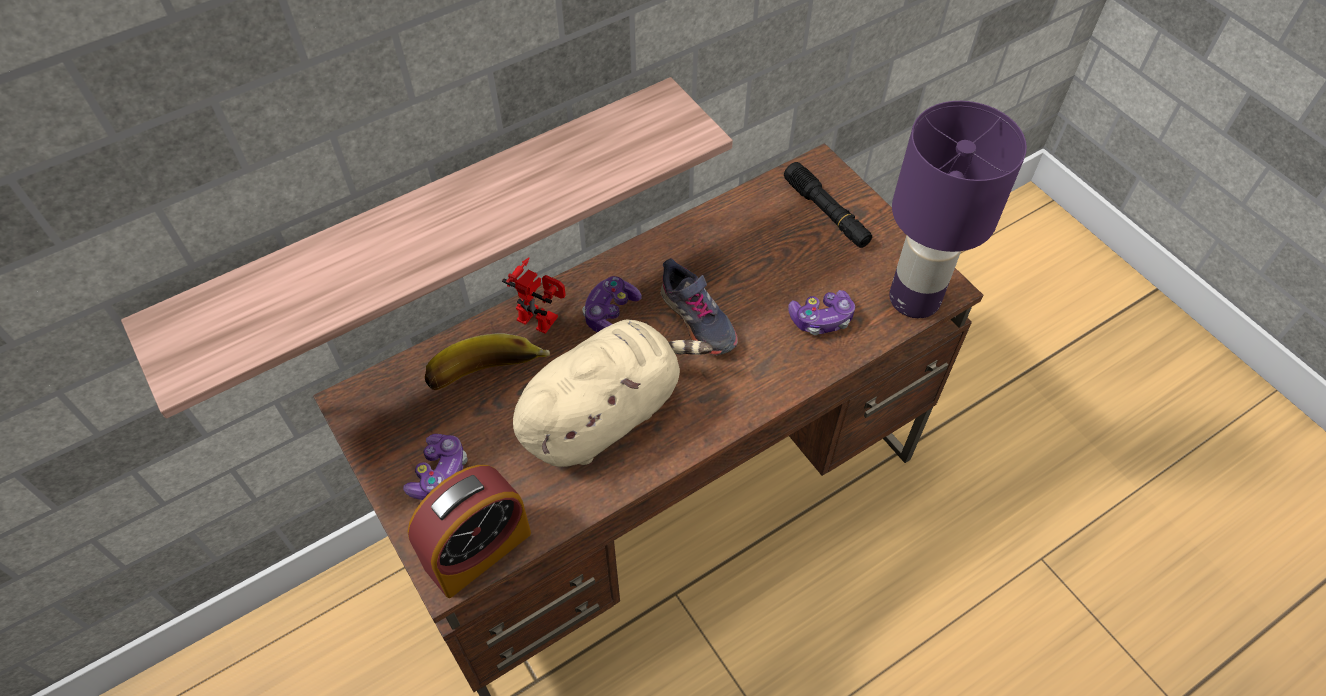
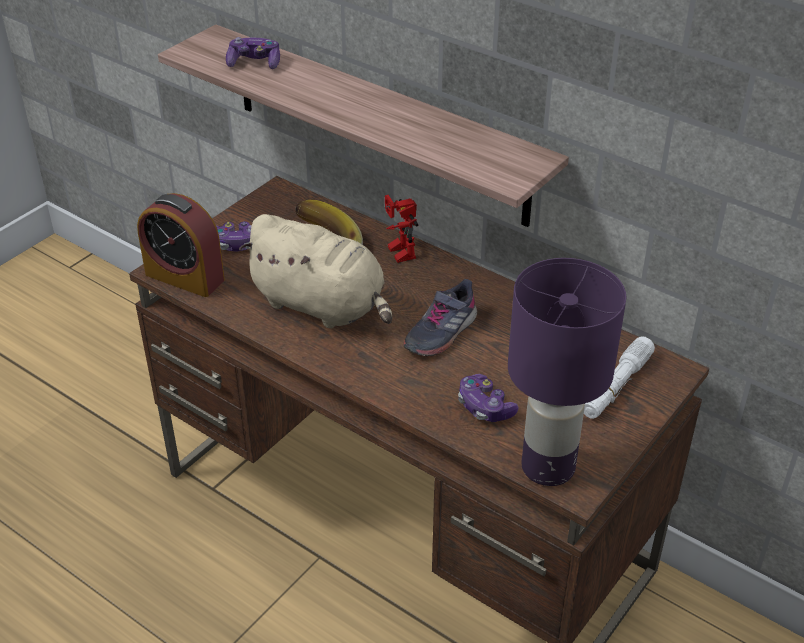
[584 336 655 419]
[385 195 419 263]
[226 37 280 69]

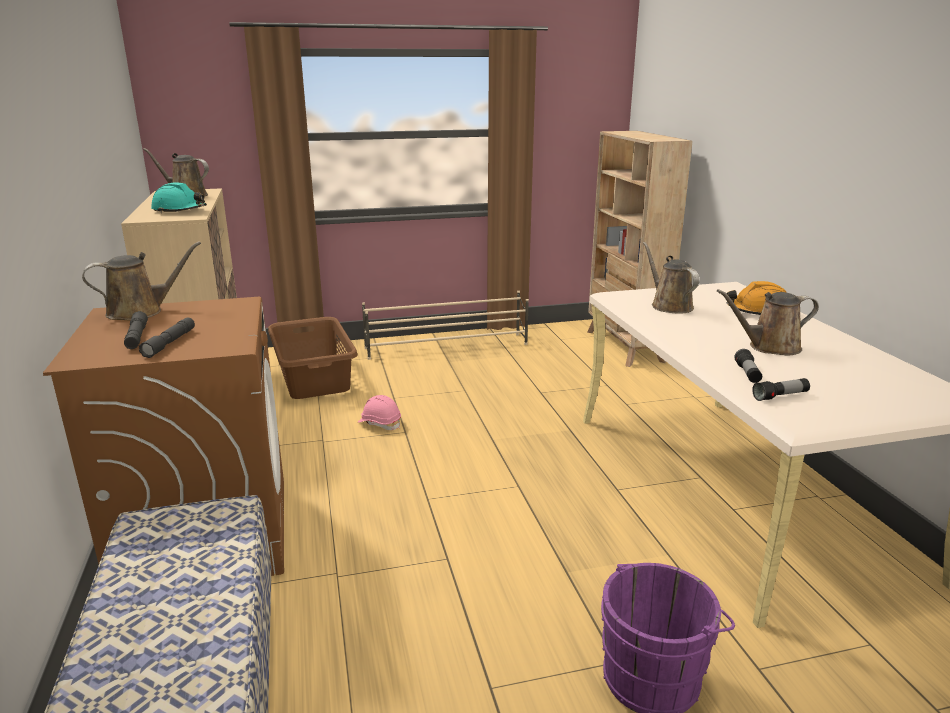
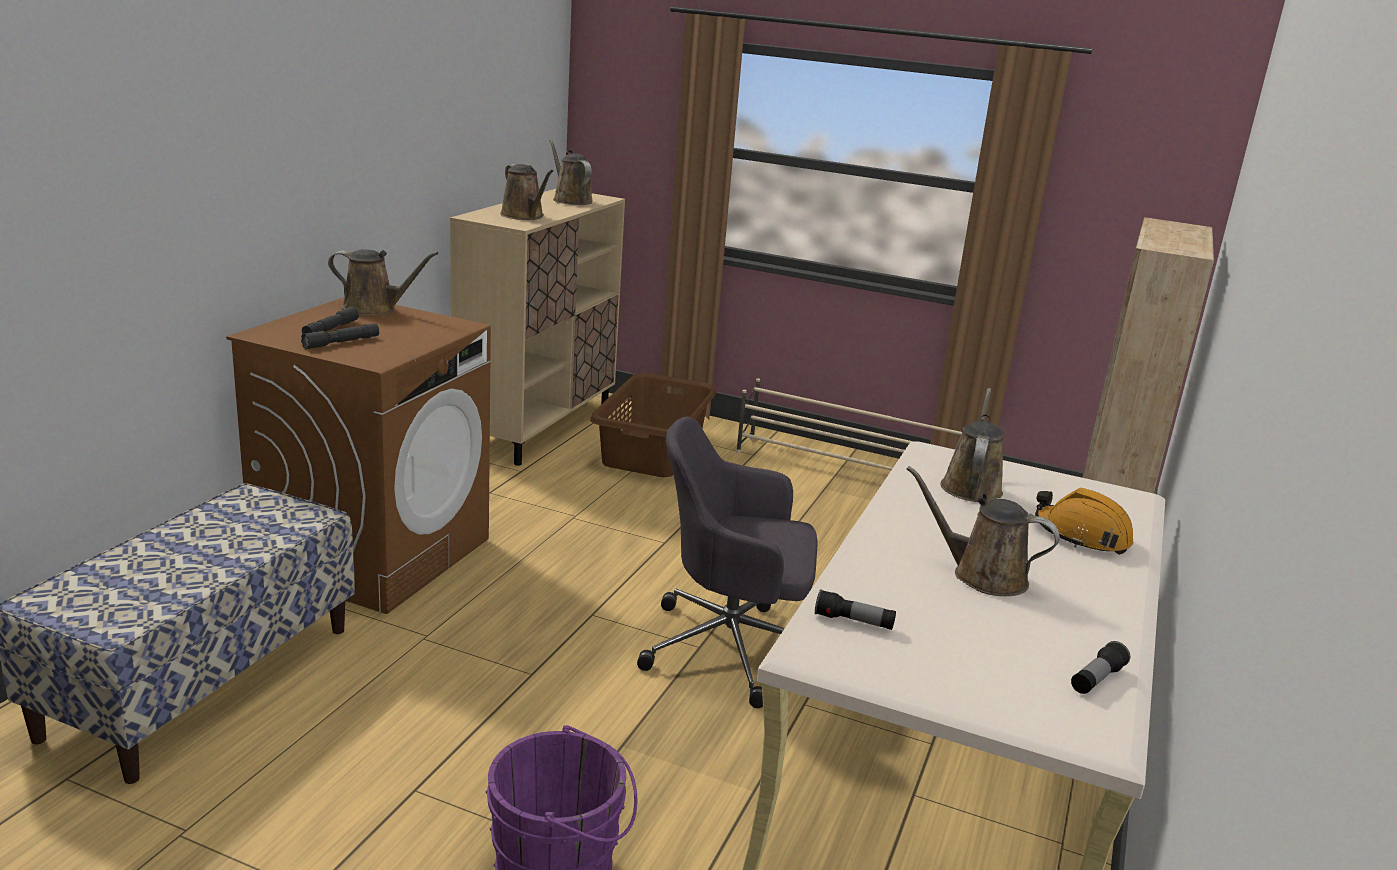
[500 164 553 220]
[1071 641 1130 694]
[358 395 401 430] (first image)
[637 417 818 708]

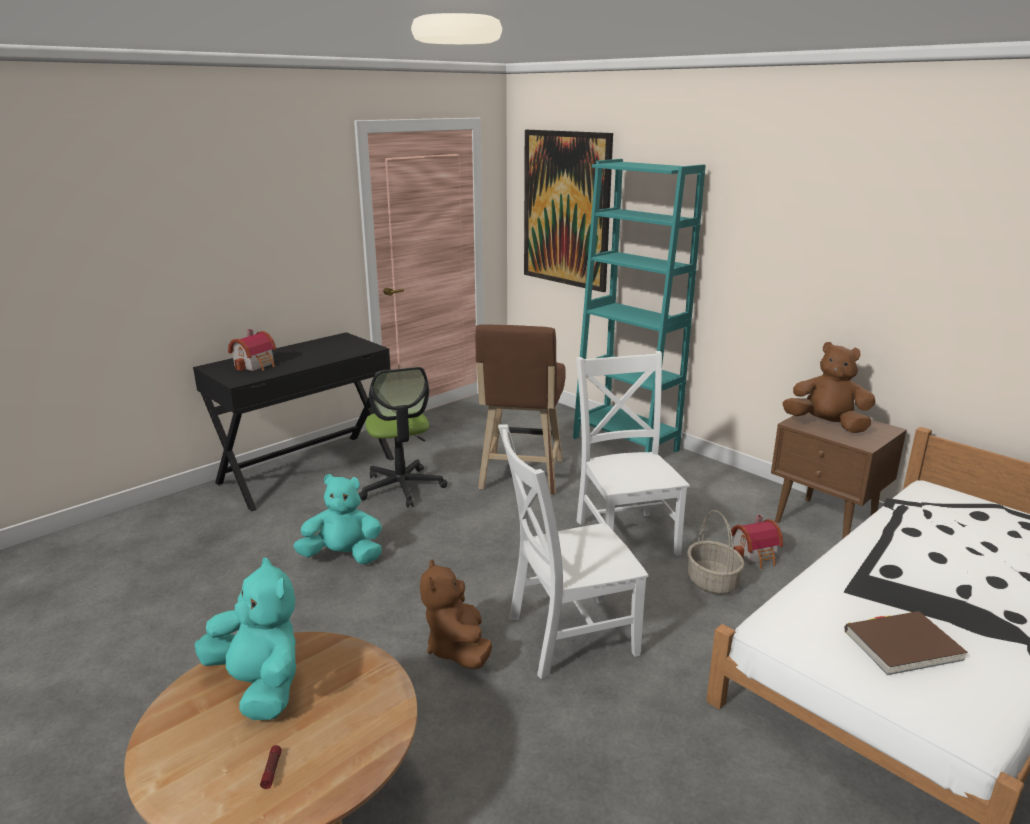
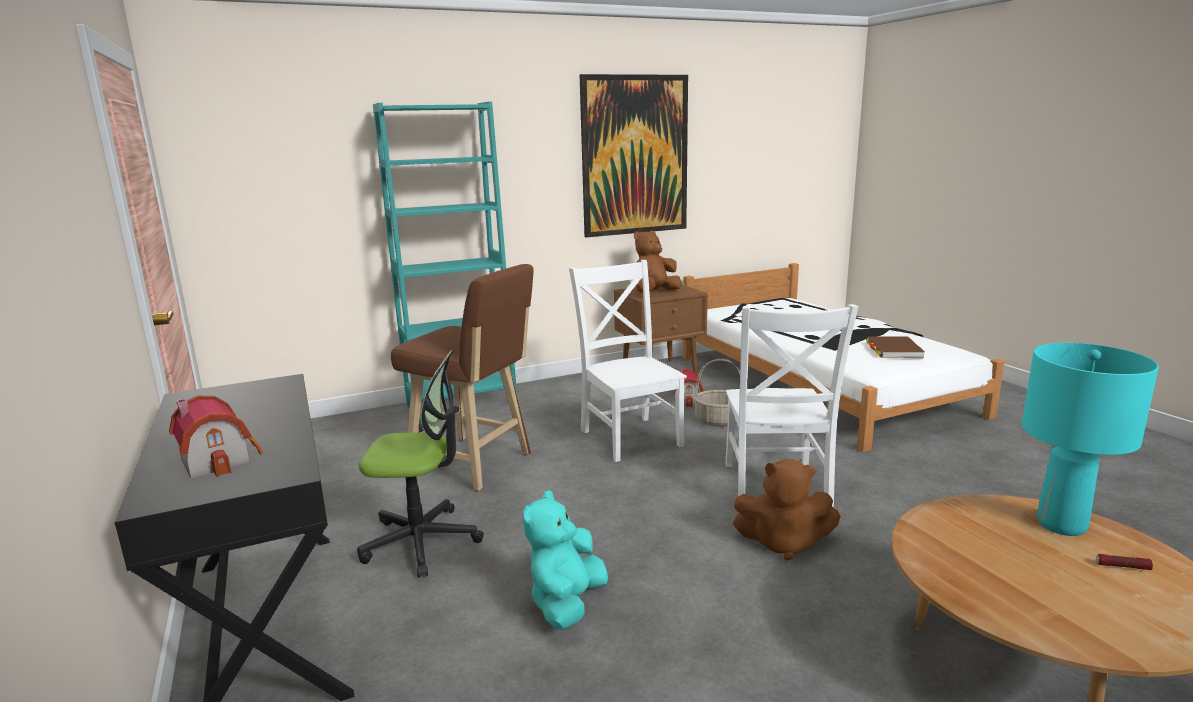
[580 74 688 238]
[569 260 687 462]
[195 557 296 720] (first image)
[1022 343 1159 536]

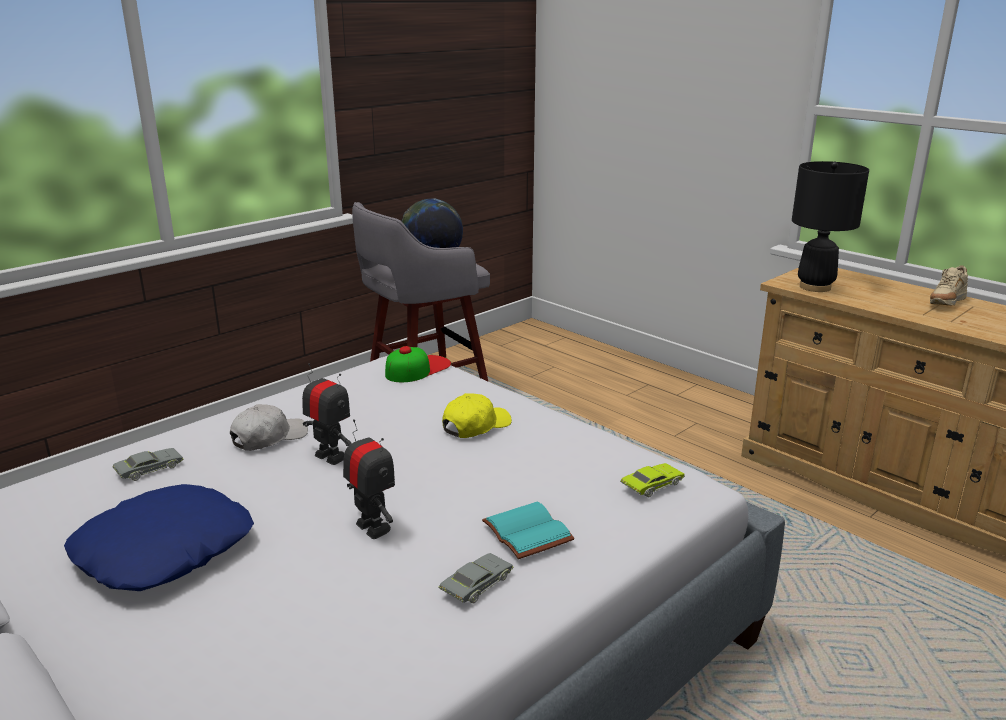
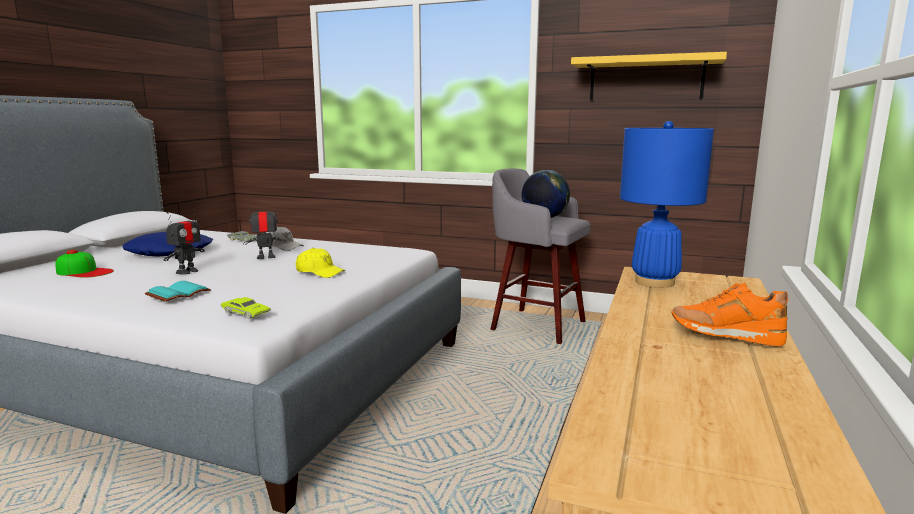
[620 121 714 288]
[671 283 788 347]
[55 250 114 278]
[243 201 286 259]
[439 553 514 603] (first image)
[571 52 727 100]

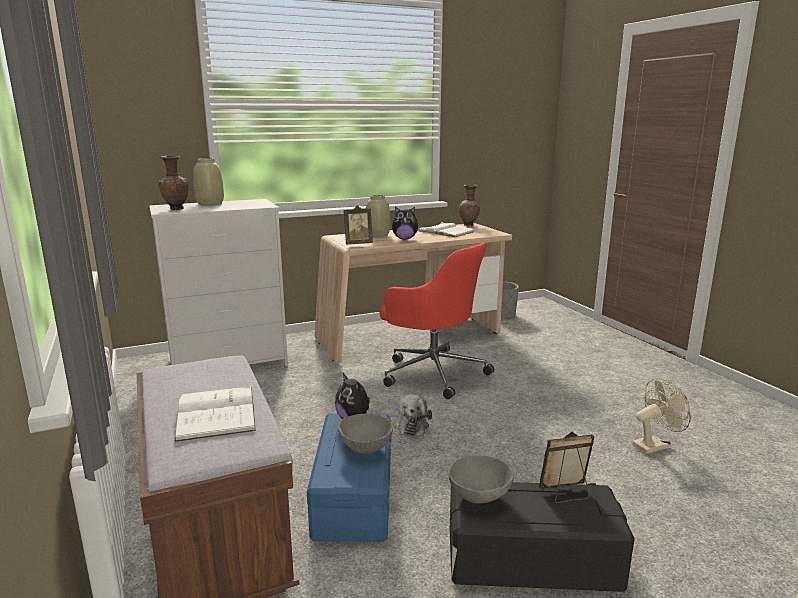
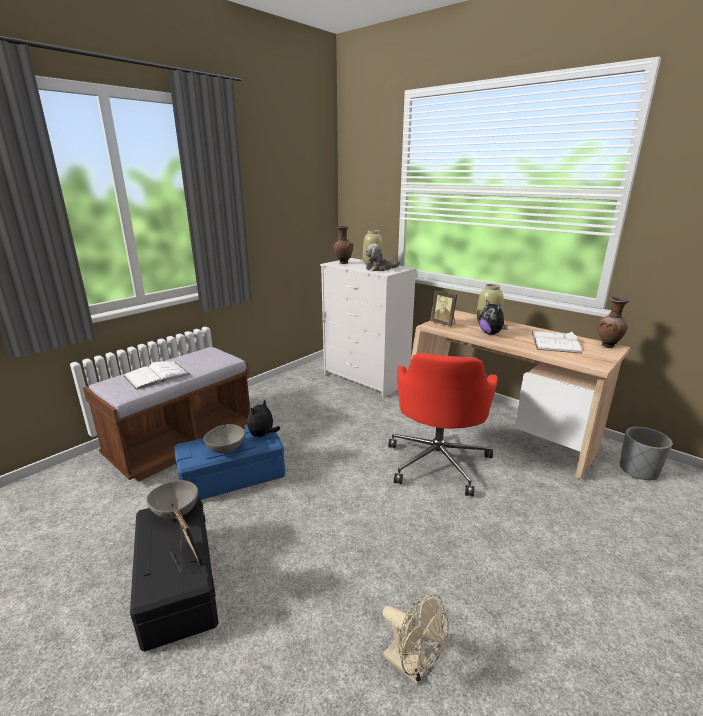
[365 244 400 271]

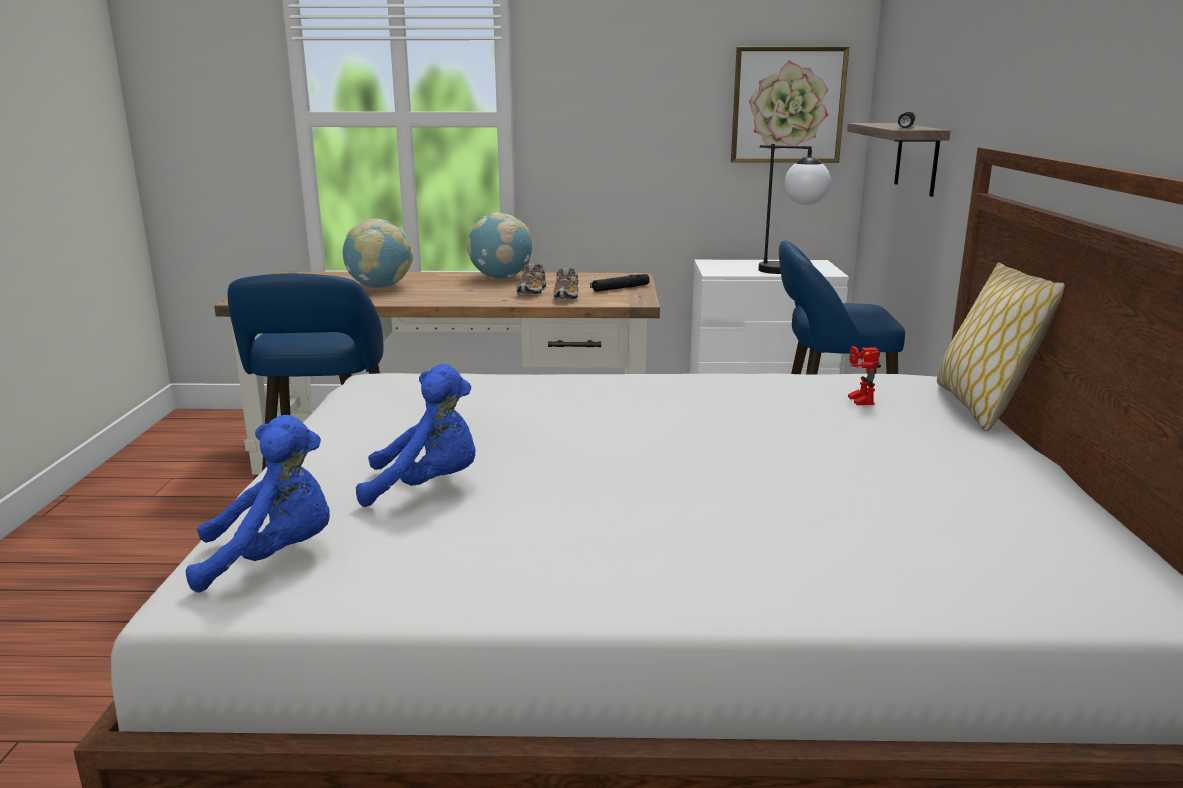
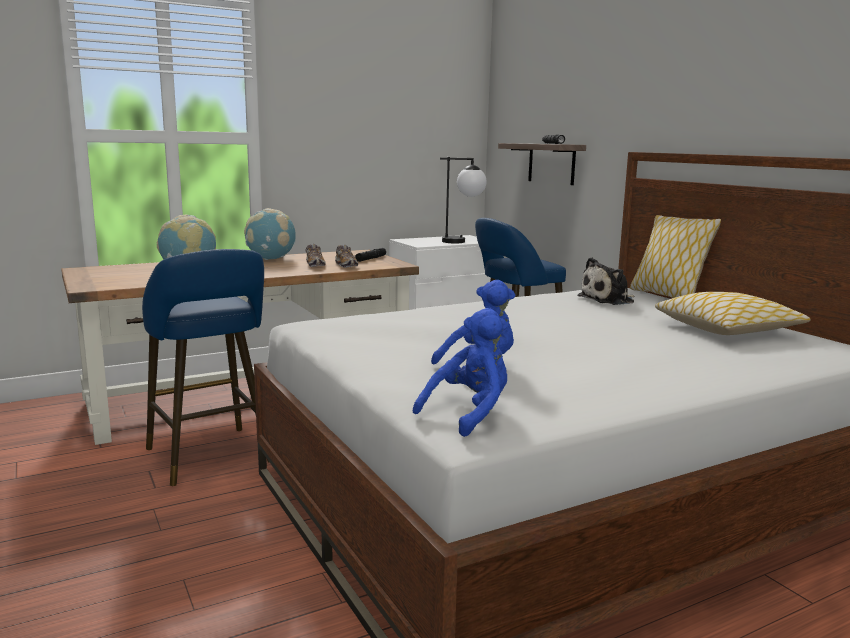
[731 47 849 163] (first image)
[577 257 635 305]
[655 292 810 335]

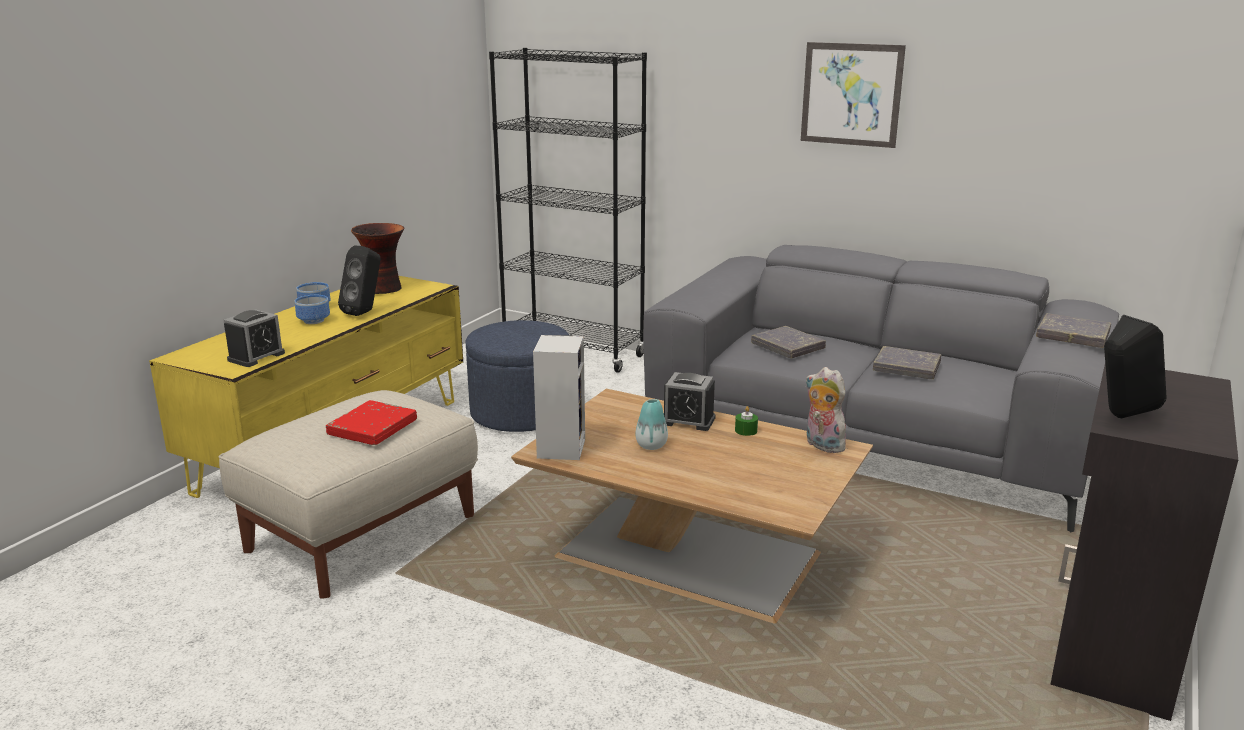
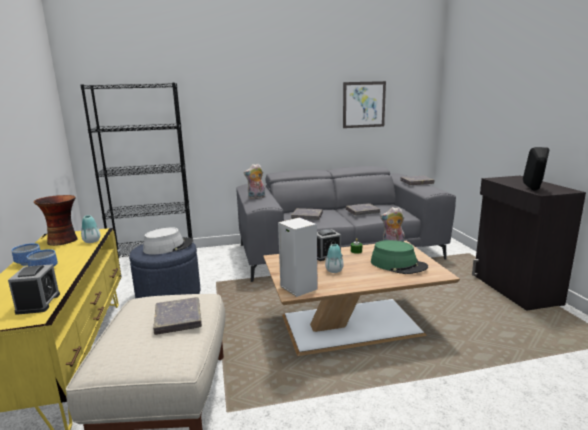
[343 81 386 128]
[338 246 381 316] (first image)
[153 297 202 335]
[244 164 265 199]
[81 215 100 243]
[143 227 193 255]
[371 240 428 274]

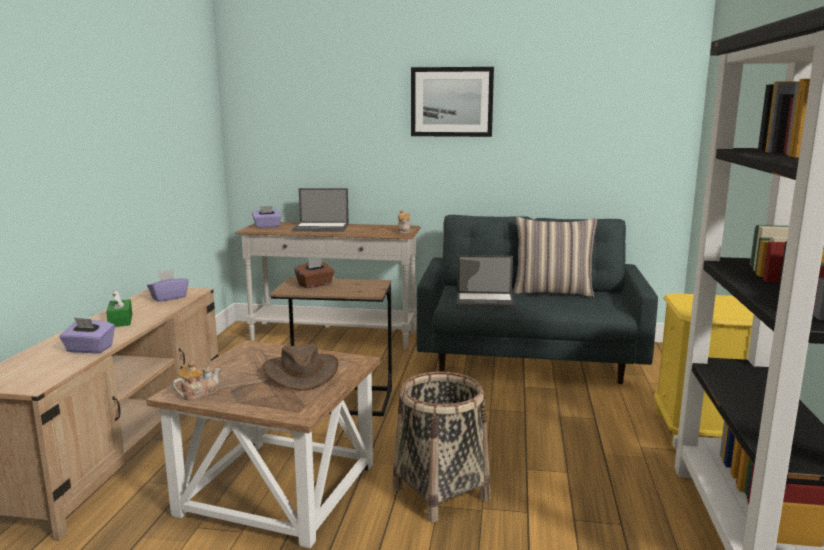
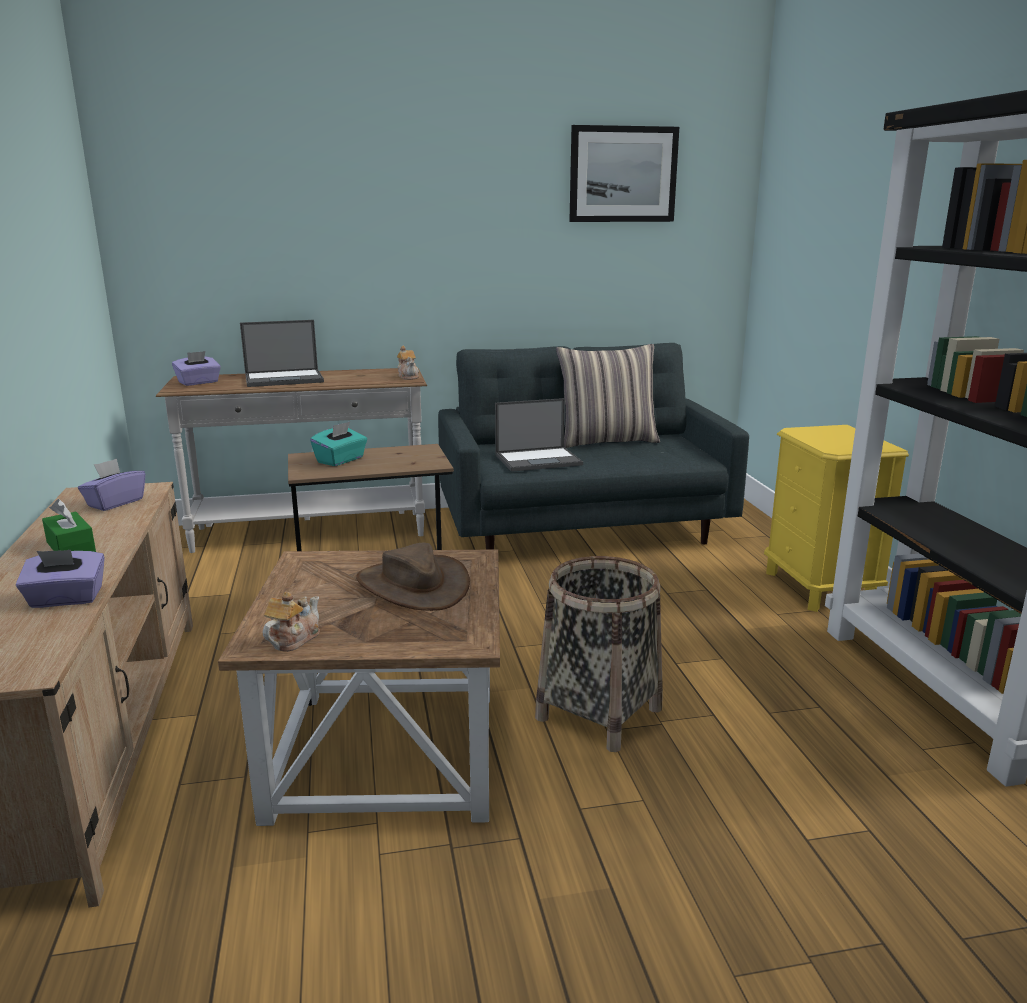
[569 125 679 222]
[310 422 367 466]

